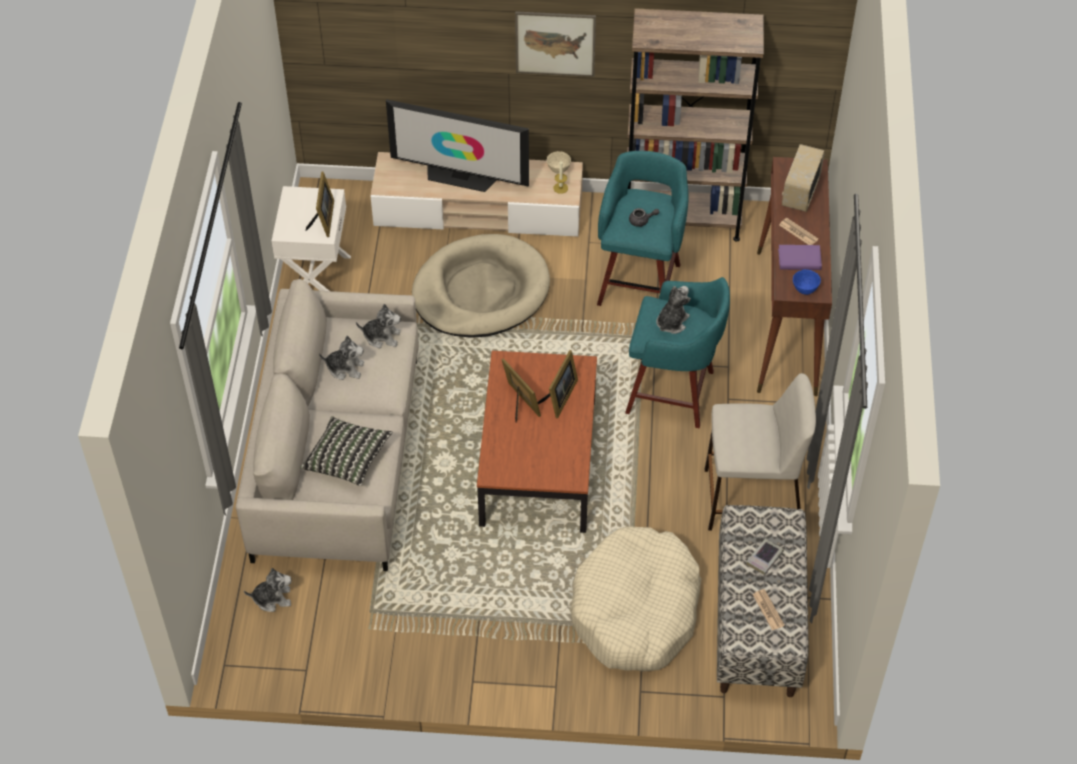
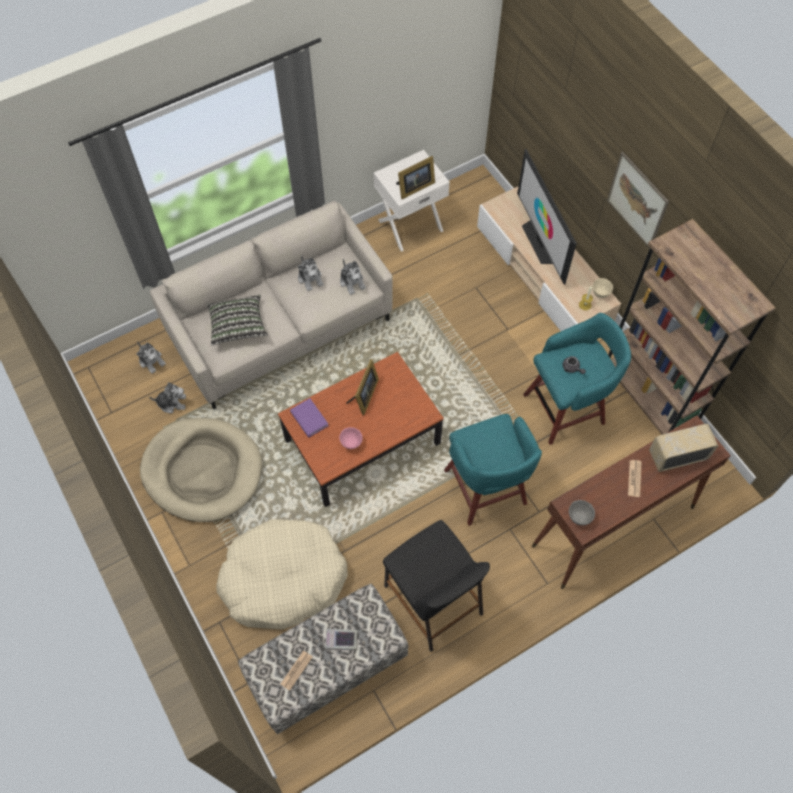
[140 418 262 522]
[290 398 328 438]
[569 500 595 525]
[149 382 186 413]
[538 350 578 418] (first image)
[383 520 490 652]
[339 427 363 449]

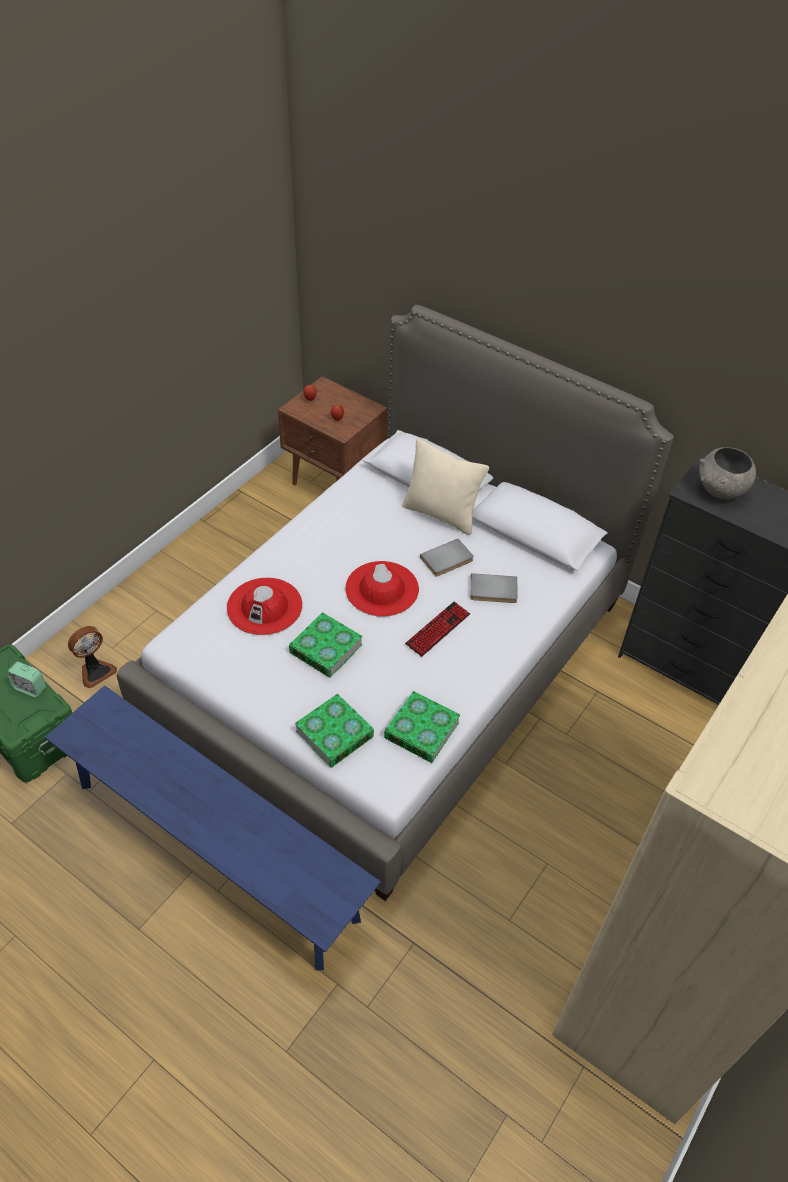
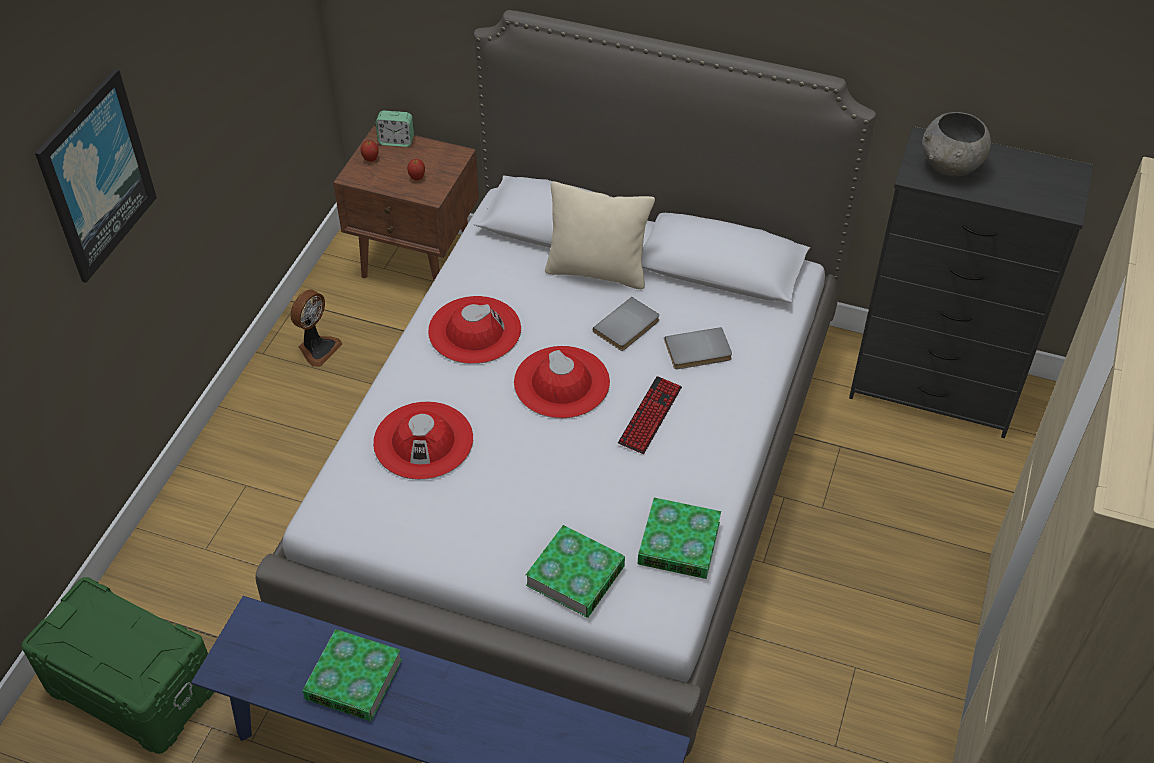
[303 629 402 721]
[290 290 342 367]
[376 111 414 147]
[35 69 157 283]
[428 296 521 364]

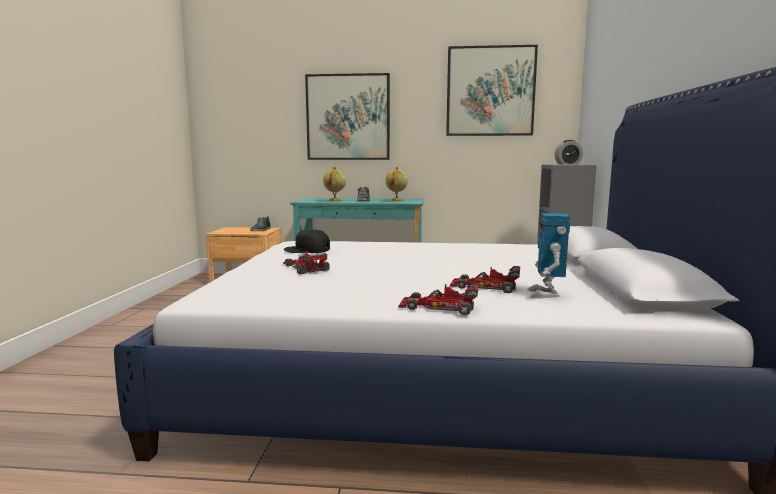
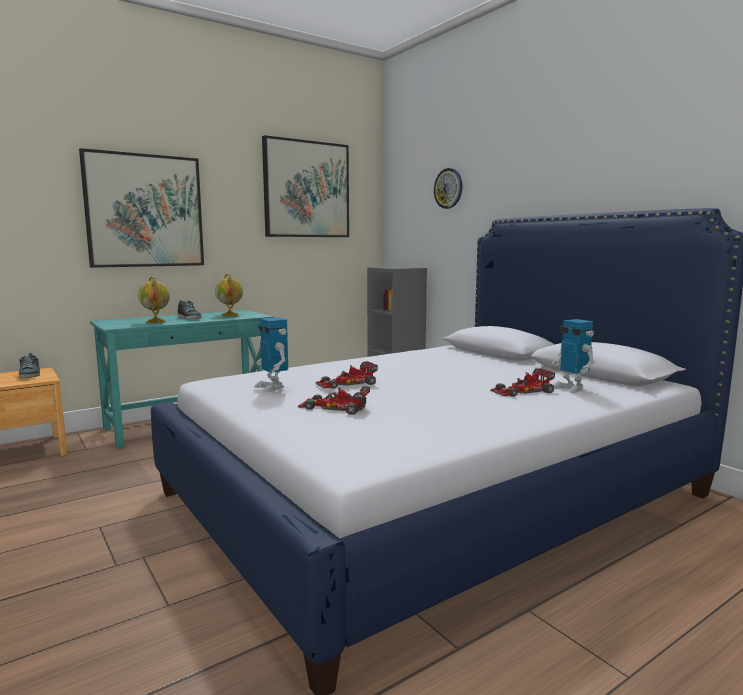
[554 140 583 164] (first image)
[254 317 288 392]
[315 361 378 389]
[434 168 462 209]

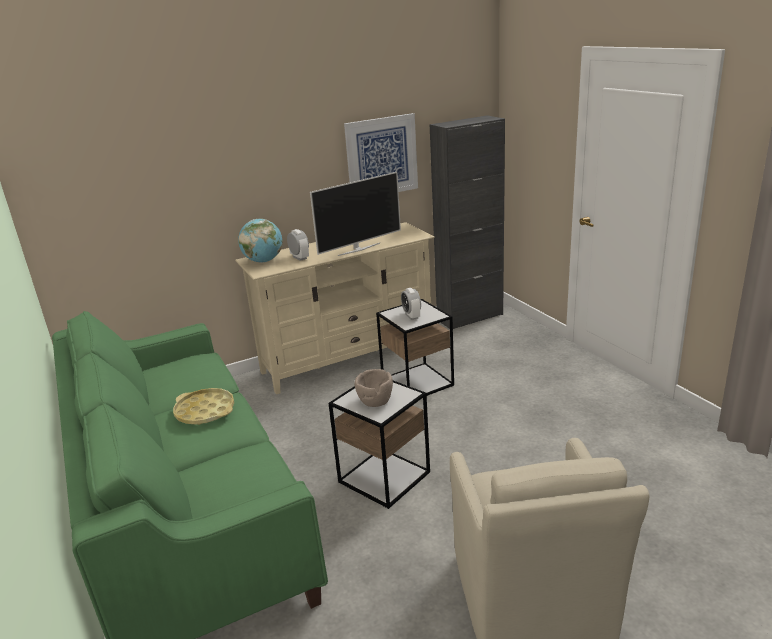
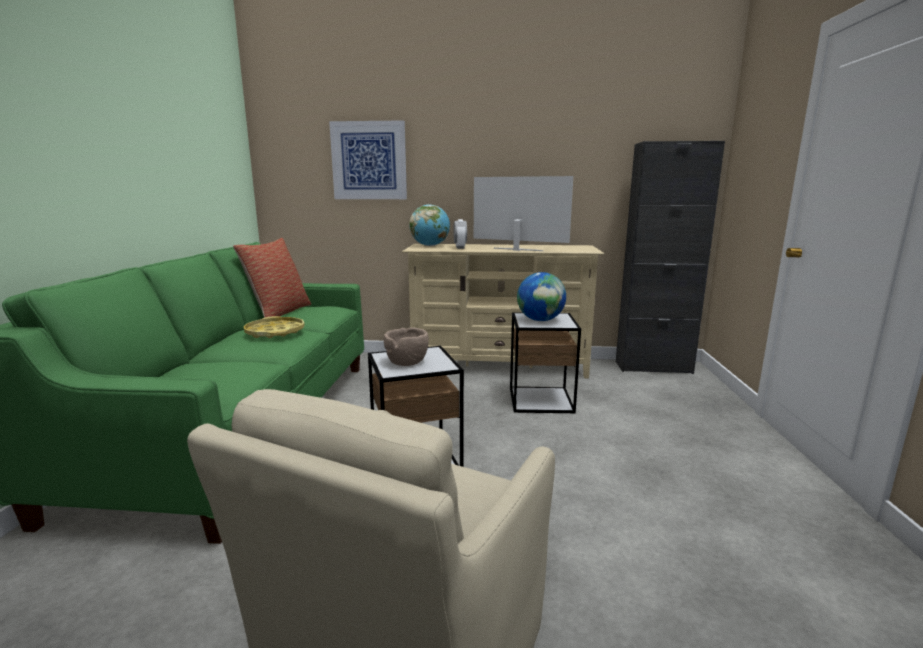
[329 120 407 199]
[474 176 573 251]
[517 272 566 321]
[233 238 311 318]

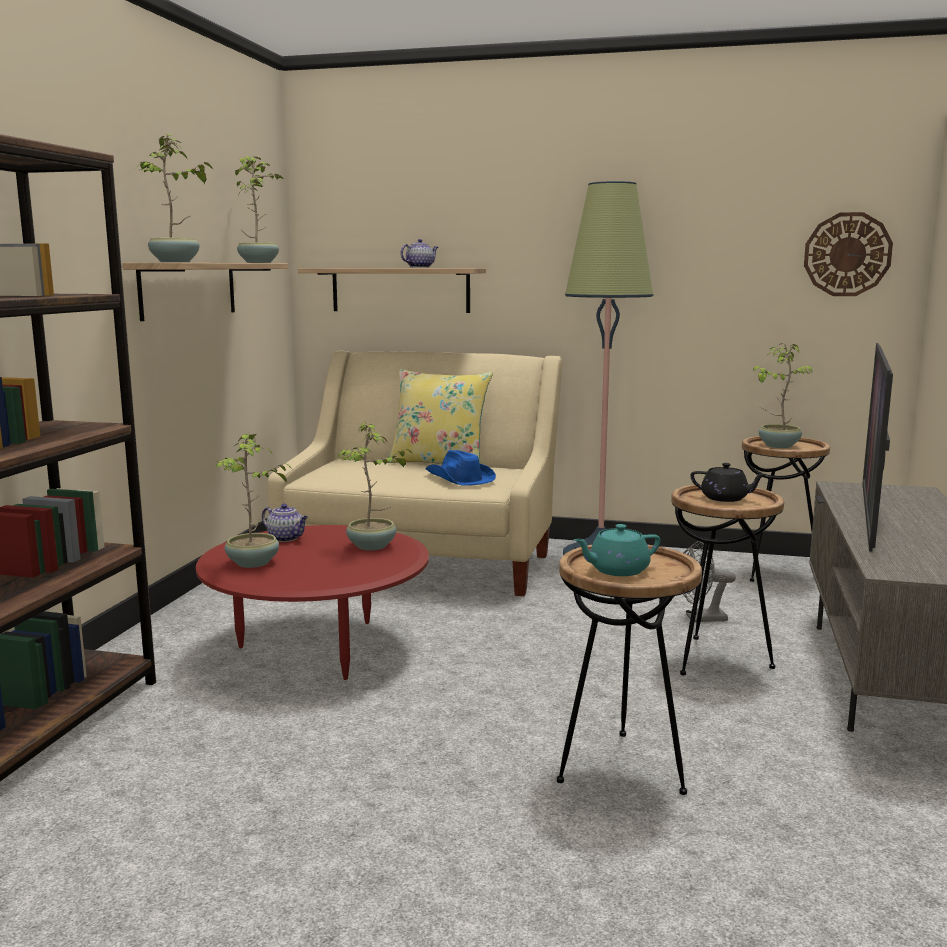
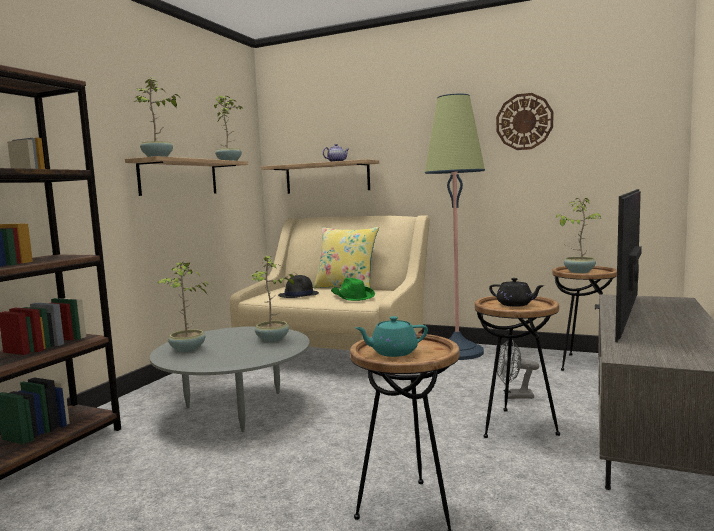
[496 93 553 150]
[331 278 375 301]
[262 504 308 542] (first image)
[150 326 310 432]
[278 275 319 298]

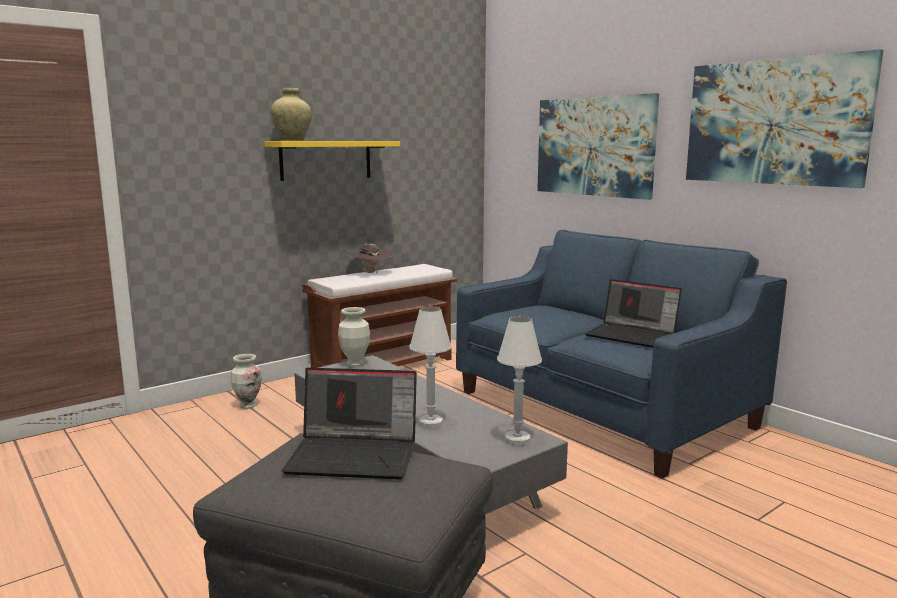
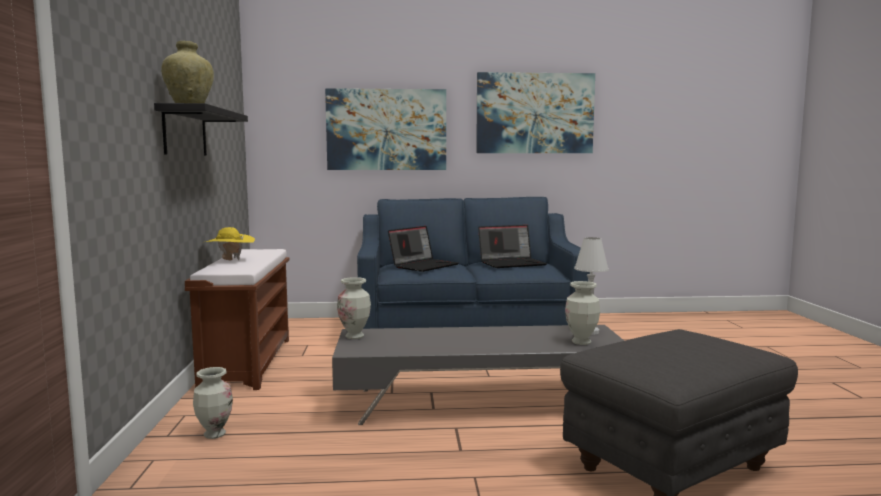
[154 103 248 156]
[206 227 255 260]
[409 307 452 428] (first image)
[388 226 459 272]
[565 281 600 345]

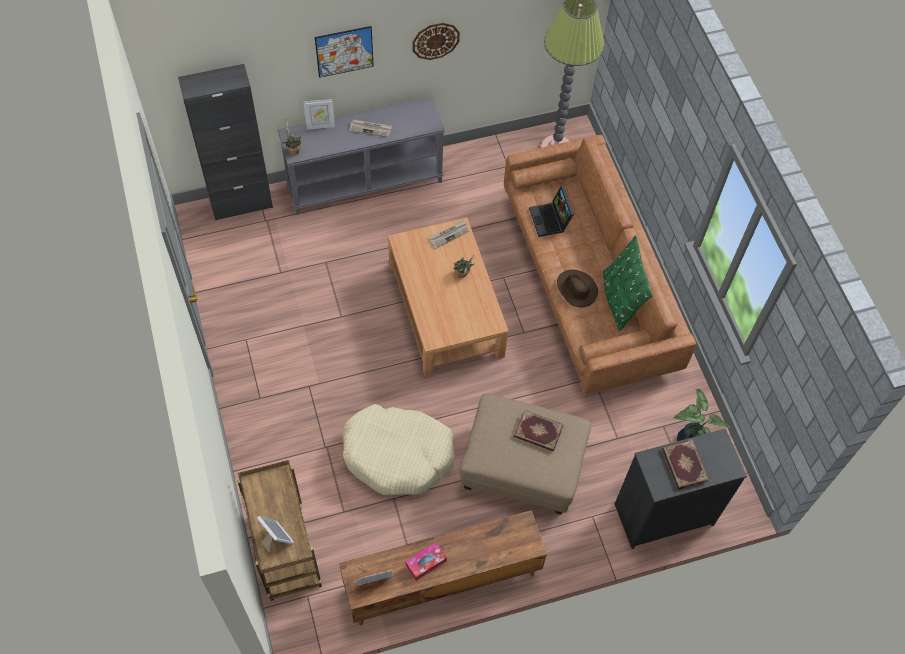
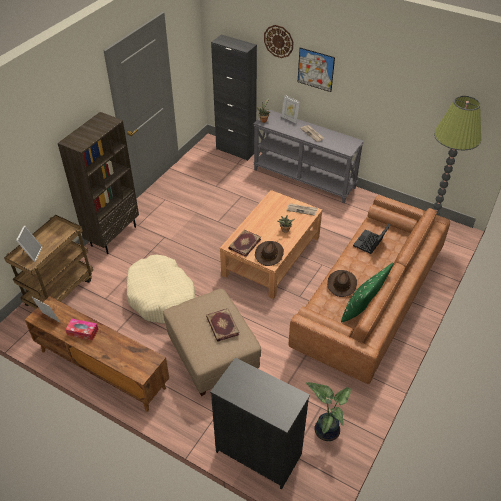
[264 25 293 58]
[228 230 261 257]
[58 112 139 254]
[255 241 284 266]

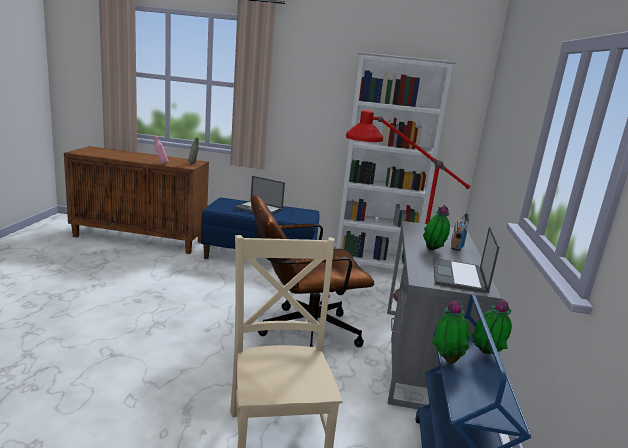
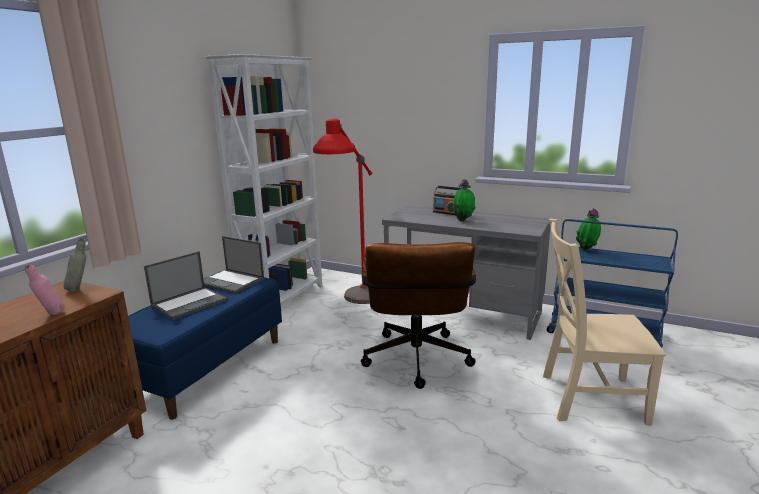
[204 236 264 294]
[432 300 470 364] (first image)

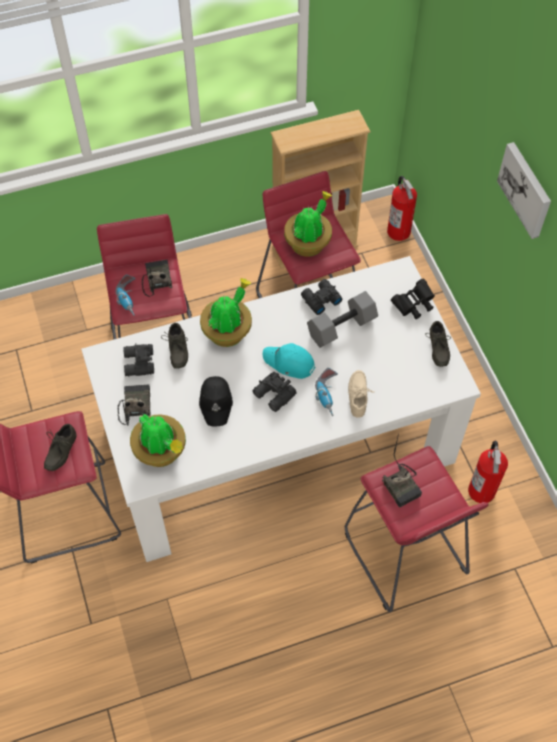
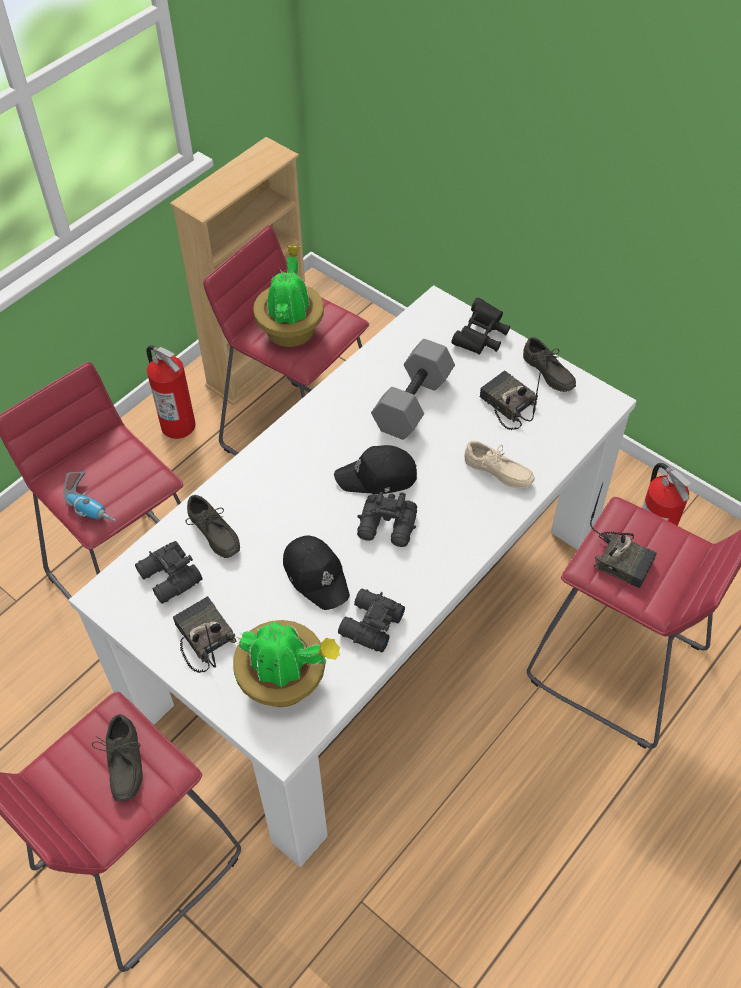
[497 142 551 239] (first image)
[146 345 196 439]
[480 370 541 430]
[200 278 252 347] (first image)
[338 589 405 653]
[334 445 417 494]
[315 368 338 416] (first image)
[465 441 535 488]

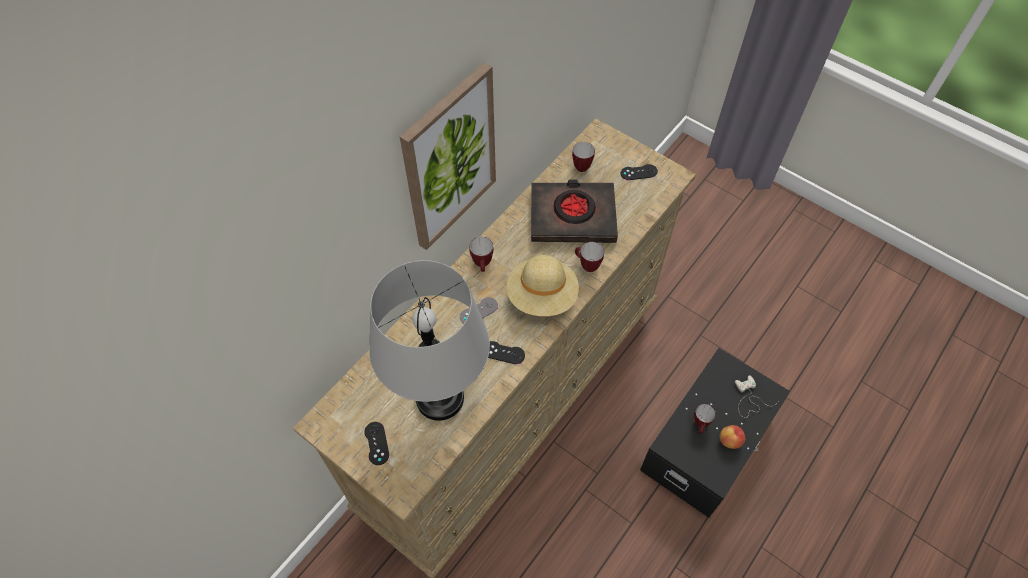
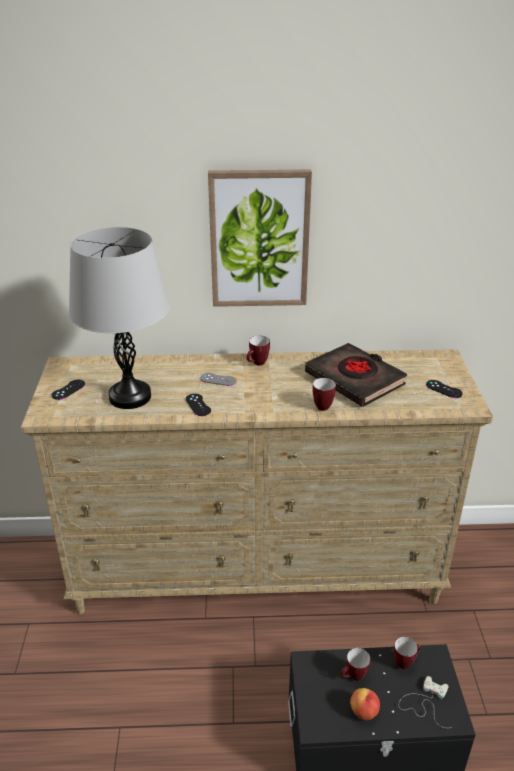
[394 637 420 669]
[507 255 579 316] (first image)

